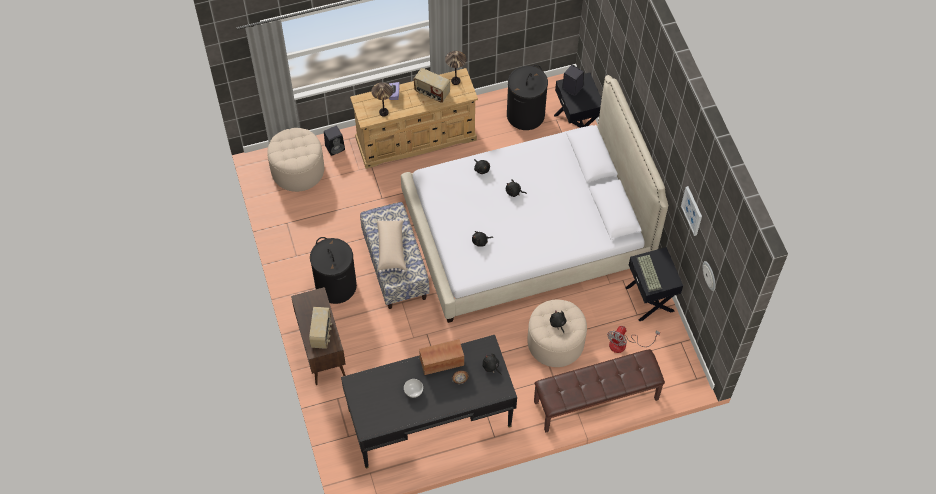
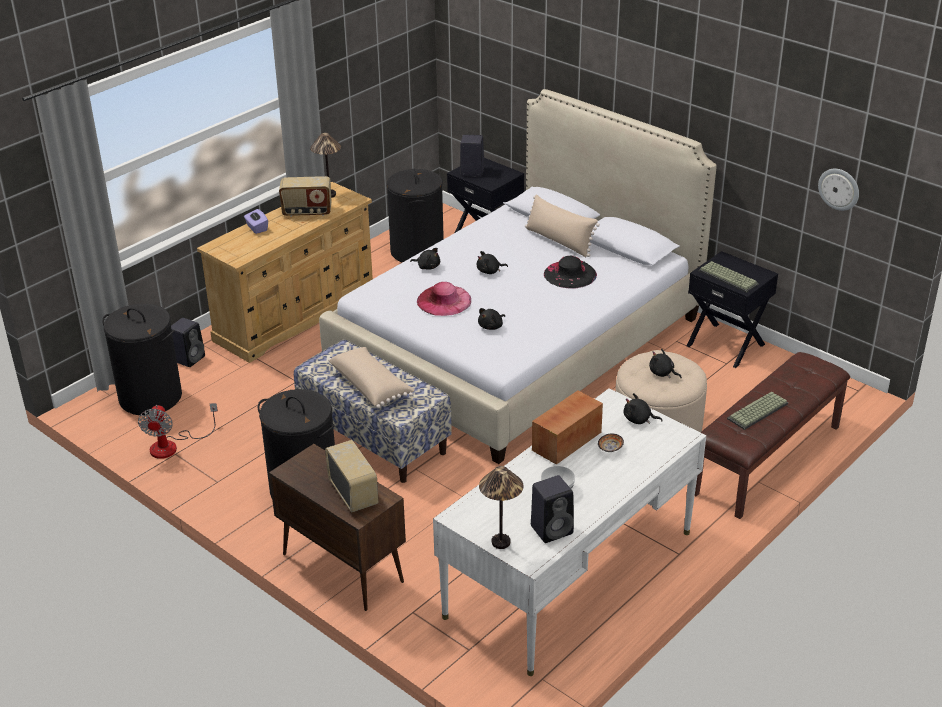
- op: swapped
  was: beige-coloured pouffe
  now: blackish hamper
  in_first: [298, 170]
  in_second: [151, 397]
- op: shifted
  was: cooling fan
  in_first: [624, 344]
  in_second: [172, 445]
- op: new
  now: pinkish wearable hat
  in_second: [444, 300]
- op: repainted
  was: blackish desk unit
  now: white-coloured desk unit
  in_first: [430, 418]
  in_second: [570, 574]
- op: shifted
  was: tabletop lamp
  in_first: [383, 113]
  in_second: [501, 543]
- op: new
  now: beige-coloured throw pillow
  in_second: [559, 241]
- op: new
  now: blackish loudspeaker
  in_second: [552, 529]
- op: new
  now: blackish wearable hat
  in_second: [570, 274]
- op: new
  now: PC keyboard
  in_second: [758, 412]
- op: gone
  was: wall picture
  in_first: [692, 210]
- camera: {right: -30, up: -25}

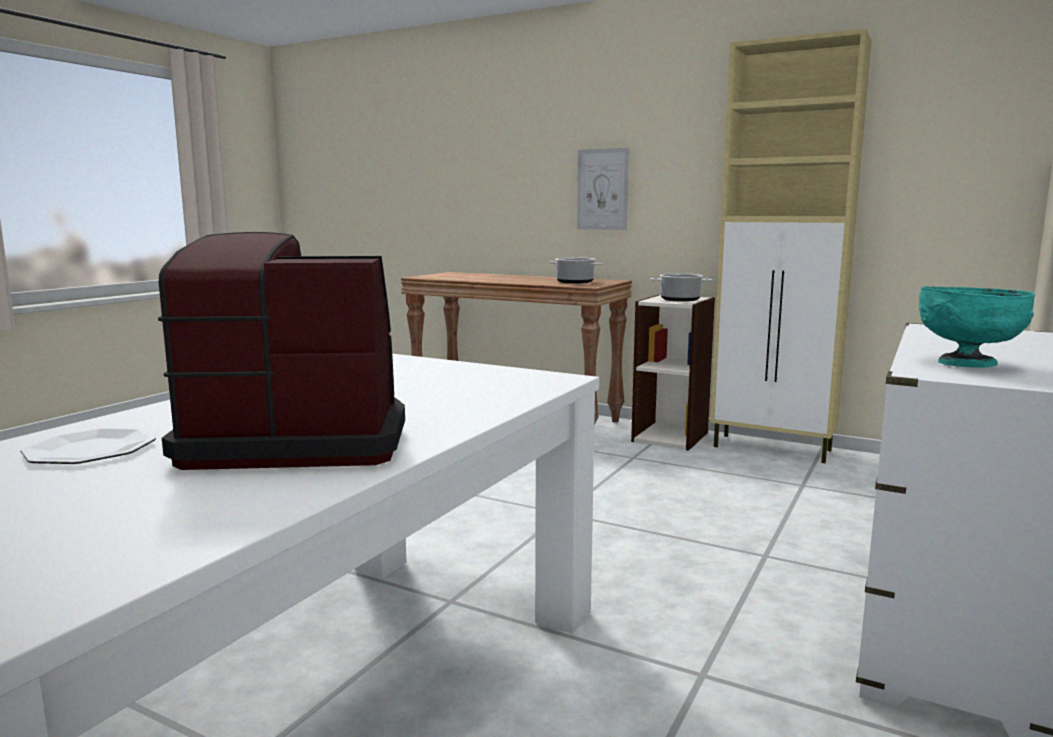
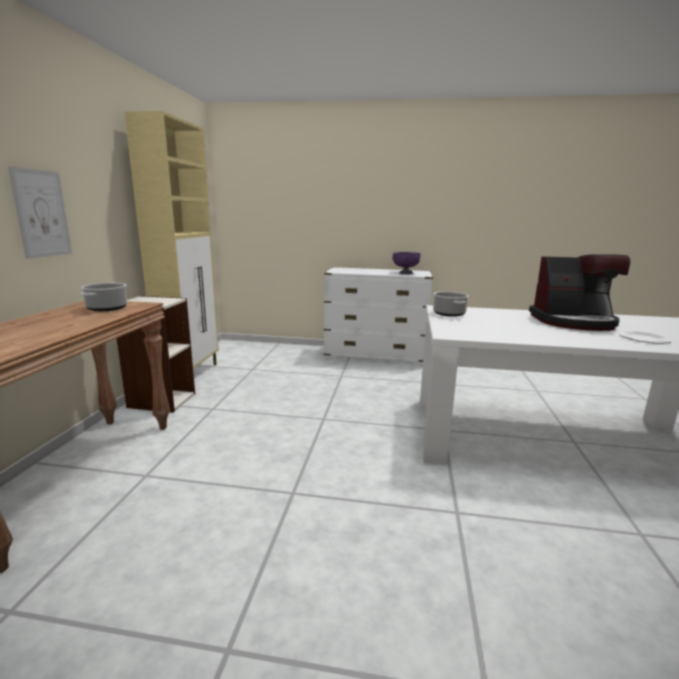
- op: repainted
  was: turquoise-coloured deep dish
  now: purplish deep dish
  in_first: [968, 365]
  in_second: [405, 273]
- op: shifted
  was: saucepot
  in_first: [680, 300]
  in_second: [448, 313]
- op: rotated
  was: coffee machine
  in_first: [296, 440]
  in_second: [573, 322]
  clockwise: -60
- camera: {right: -110, up: 5}

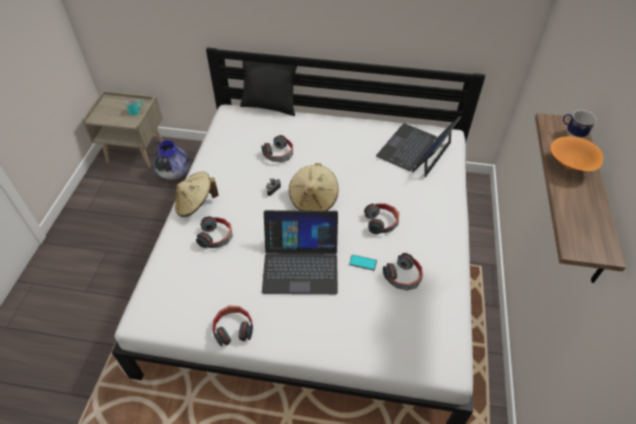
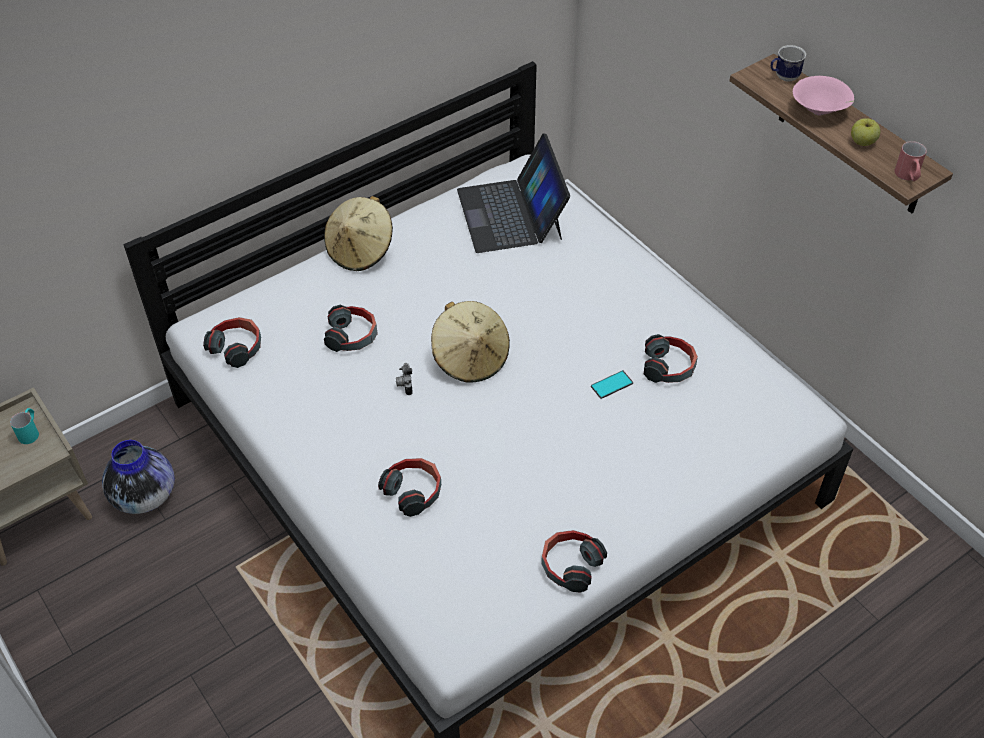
- op: shifted
  was: pair of headphones
  in_first: [382, 222]
  in_second: [237, 347]
- op: shifted
  was: beige-coloured wearable hat
  in_first: [195, 204]
  in_second: [360, 250]
- op: repainted
  was: orangey deep dish
  now: pinkish deep dish
  in_first: [570, 167]
  in_second: [820, 112]
- op: new
  now: apple fruit
  in_second: [862, 142]
- op: new
  now: reddish mug
  in_second: [908, 177]
- op: gone
  was: blackish throw pillow
  in_first: [269, 106]
- op: gone
  was: notebook computer
  in_first: [300, 264]
- camera: {right: -45, up: 0}

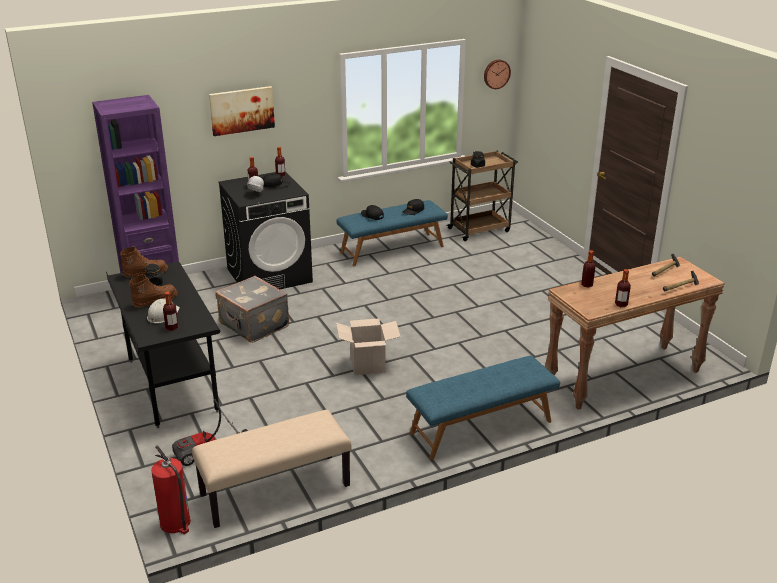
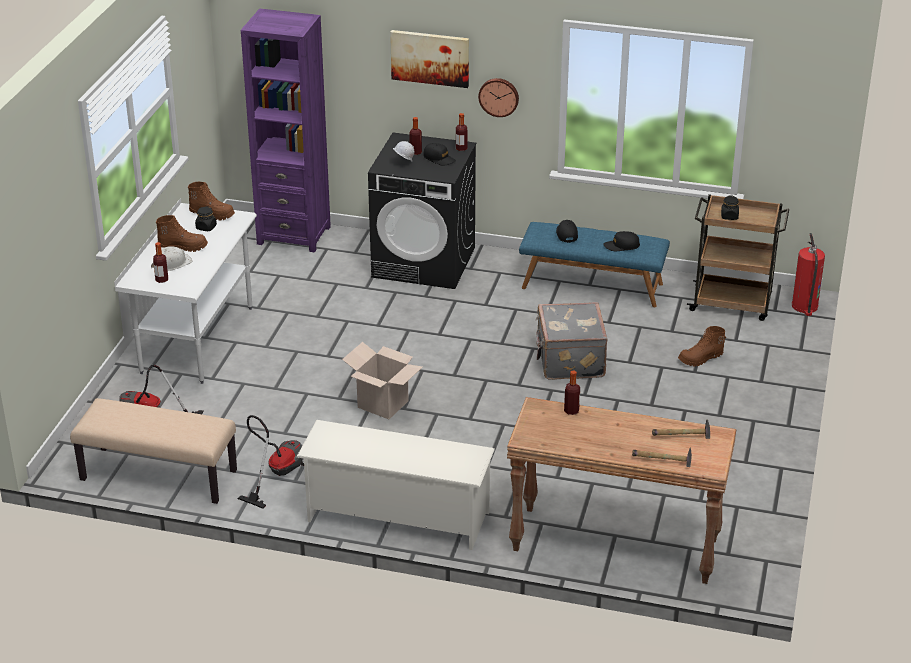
- op: repainted
  was: blackish desk unit
  now: white-coloured desk unit
  in_first: [172, 386]
  in_second: [196, 340]
- op: new
  now: vacuum cleaner
  in_second: [277, 473]
- op: swapped
  was: blue-coloured long seat
  now: white-coloured shoe stand
  in_first: [481, 427]
  in_second: [397, 517]
- op: shifted
  was: hanging clock
  in_first: [496, 74]
  in_second: [499, 96]
- op: shifted
  was: gray suitcase
  in_first: [253, 326]
  in_second: [569, 360]
- op: new
  now: brown-coloured boot
  in_second: [701, 359]
- op: shifted
  was: fire-fighting cylinder
  in_first: [175, 523]
  in_second: [804, 306]
- op: gone
  was: bottle
  in_first: [621, 304]
- camera: {right: 40, up: 5}

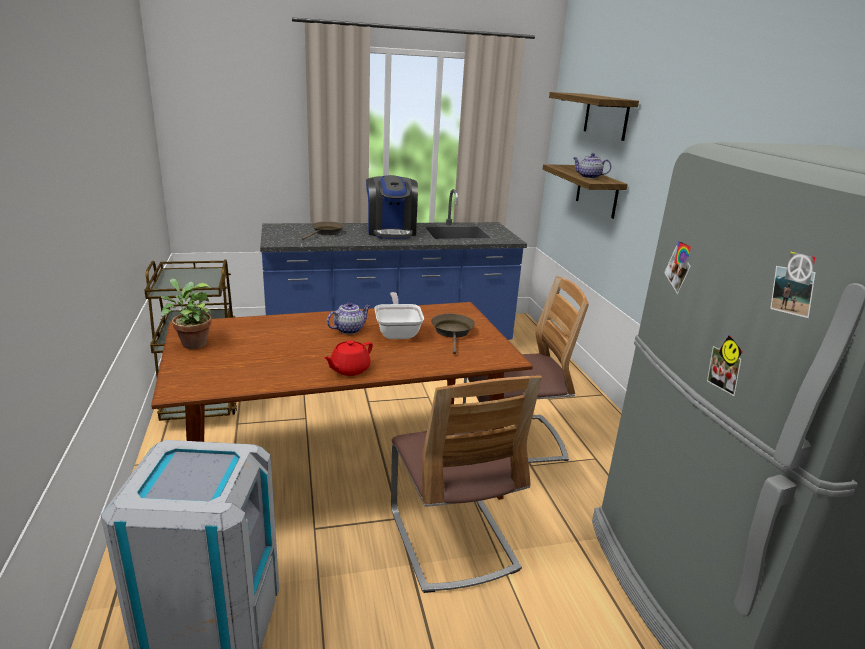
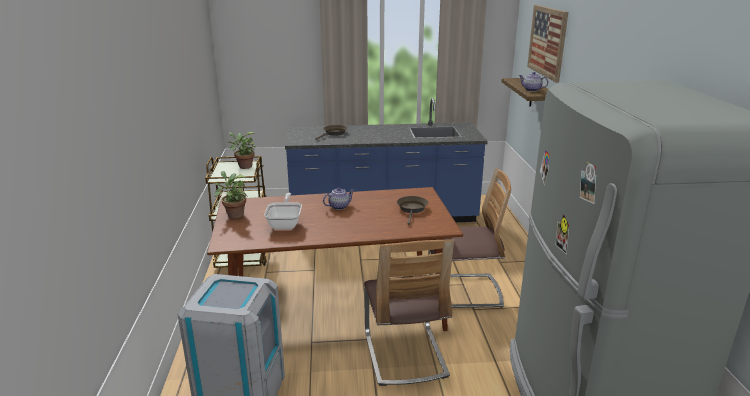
- op: new
  now: potted plant
  in_second: [243, 166]
- op: shifted
  was: pan
  in_first: [398, 332]
  in_second: [285, 223]
- op: swapped
  was: bracket shelf
  now: wall picture
  in_first: [606, 116]
  in_second: [547, 41]
- op: gone
  was: reddish tea pot
  in_first: [349, 369]
- op: gone
  was: coffee machine
  in_first: [391, 232]
- camera: {right: 10, up: 0}

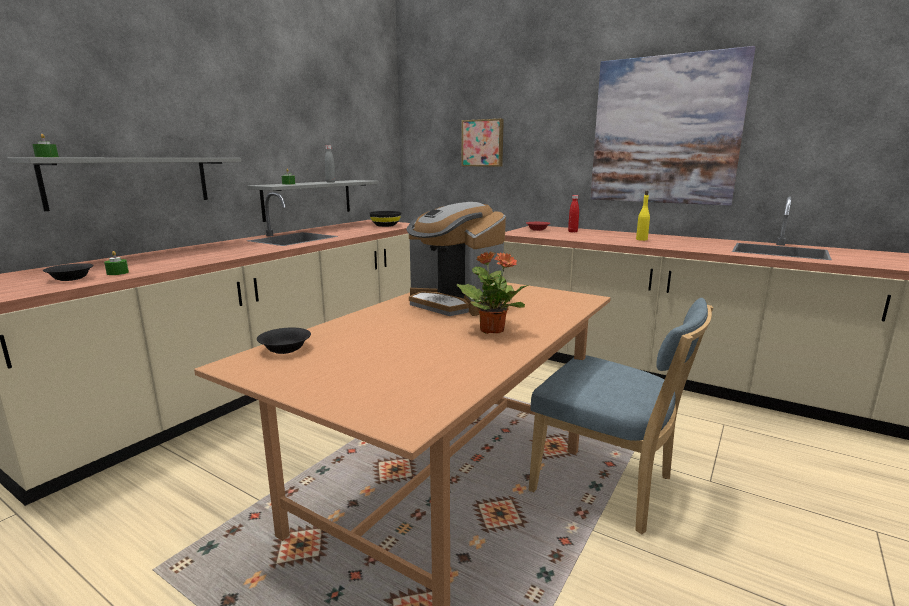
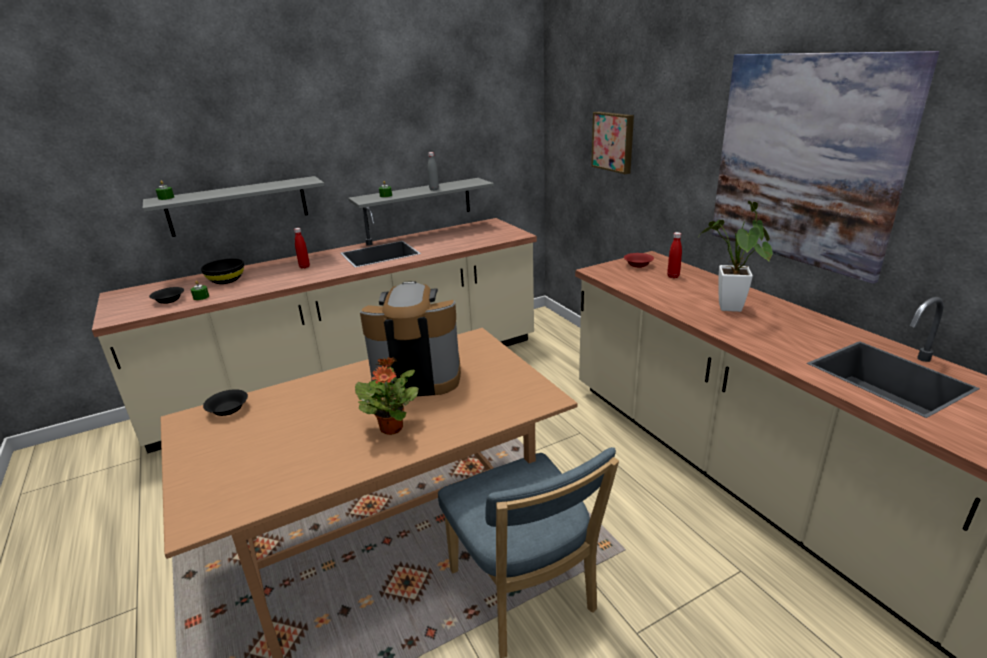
- op: shifted
  was: blackish deep dish
  in_first: [385, 225]
  in_second: [226, 280]
- op: new
  now: reddish bottle
  in_second: [304, 267]
- op: rotated
  was: coffee machine
  in_first: [454, 303]
  in_second: [416, 377]
  clockwise: 105
- op: swapped
  was: yellowish bottle
  now: potted plant
  in_first: [641, 239]
  in_second: [730, 310]
- camera: {right: 30, up: 10}

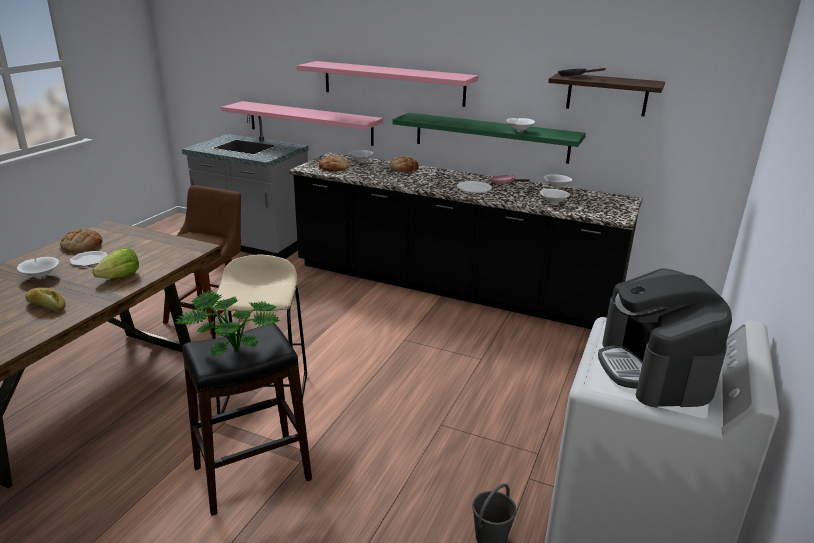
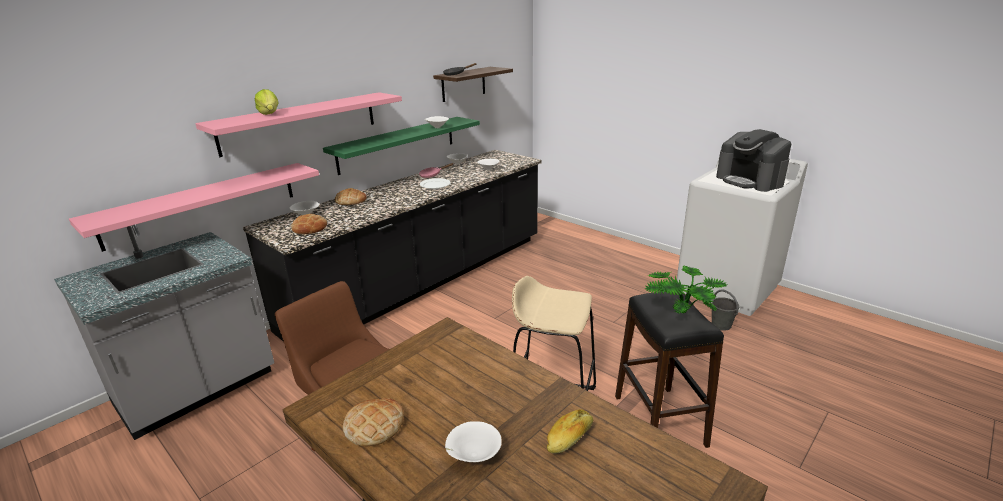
- op: shifted
  was: head of lettuce
  in_first: [120, 277]
  in_second: [269, 114]
- op: rotated
  was: coffee machine
  in_first: [654, 370]
  in_second: [750, 181]
  clockwise: 45
- op: gone
  was: plate
  in_first: [90, 260]
- camera: {right: -70, up: 0}

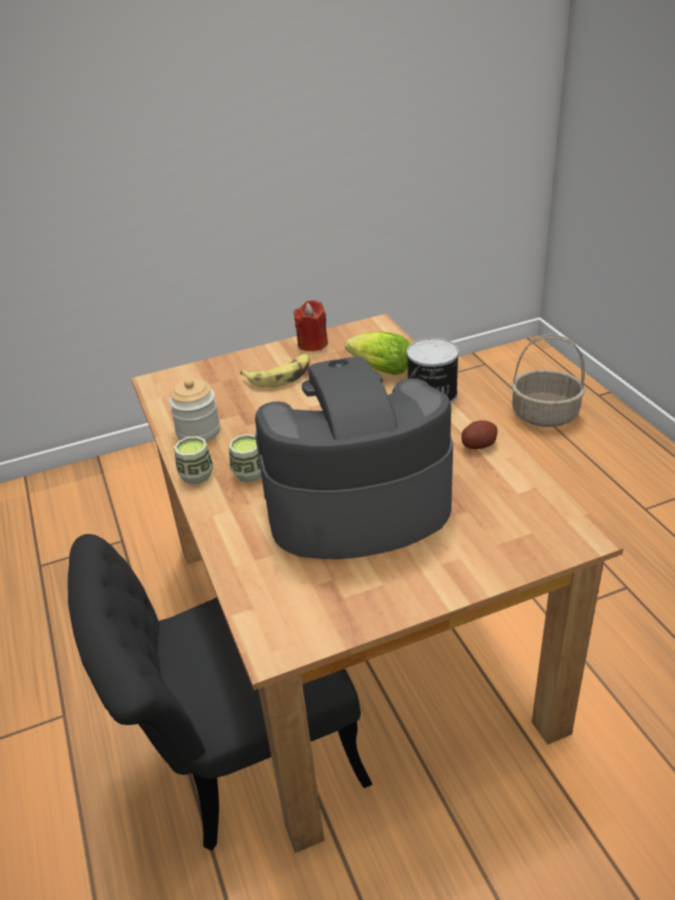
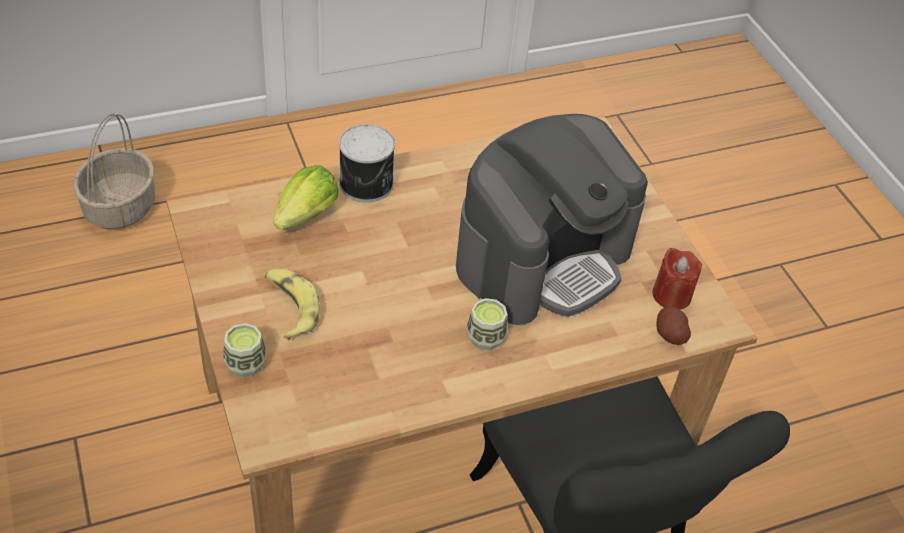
- op: shifted
  was: drinking cup
  in_first: [196, 475]
  in_second: [245, 364]
- op: rotated
  was: coffee machine
  in_first: [356, 505]
  in_second: [543, 258]
  clockwise: -120
- op: shifted
  was: reddish candle
  in_first: [312, 344]
  in_second: [671, 295]
- op: shifted
  was: potato
  in_first: [478, 445]
  in_second: [670, 334]
- op: gone
  was: jar
  in_first: [198, 431]
- camera: {right: -95, up: 10}

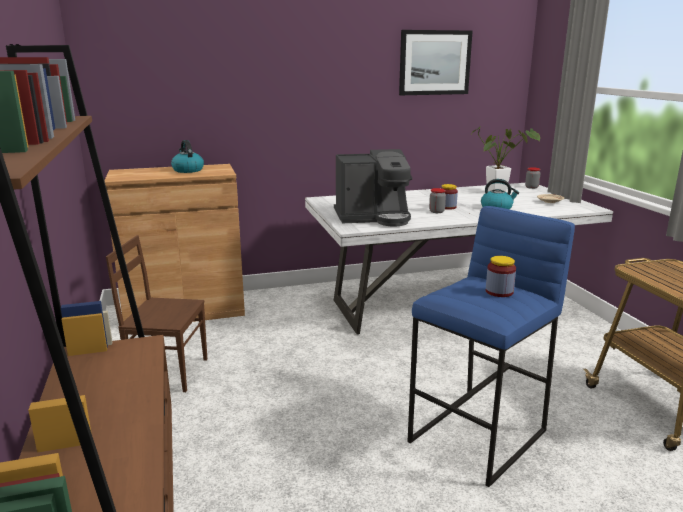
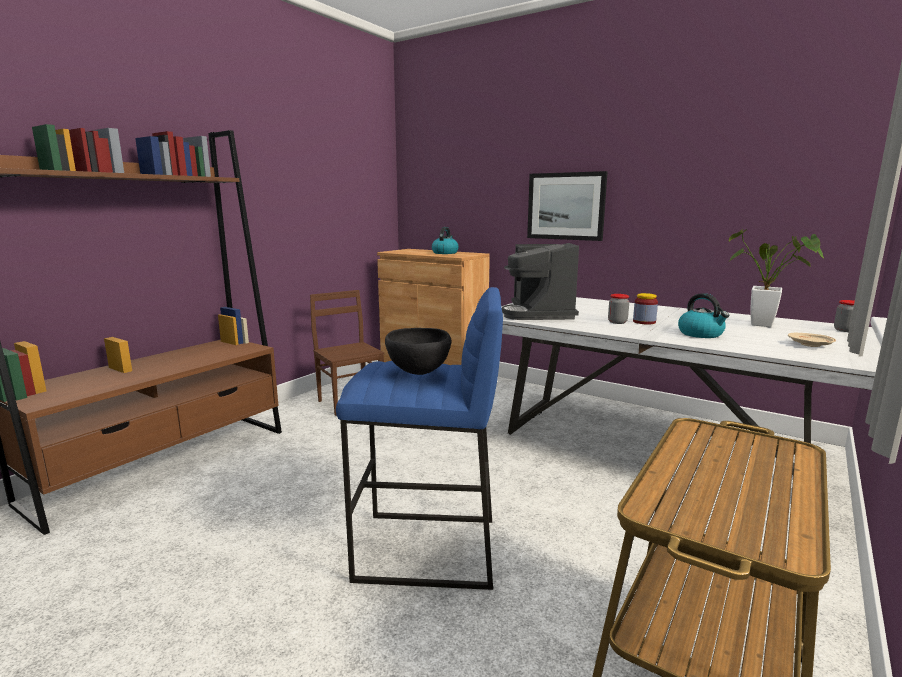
- op: swapped
  was: jar
  now: blackish deep dish
  in_first: [499, 292]
  in_second: [418, 373]
- op: rotated
  was: coffee machine
  in_first: [373, 217]
  in_second: [539, 313]
  clockwise: 45
- op: shifted
  was: wall picture
  in_first: [434, 62]
  in_second: [566, 206]
- camera: {right: 50, up: -5}

